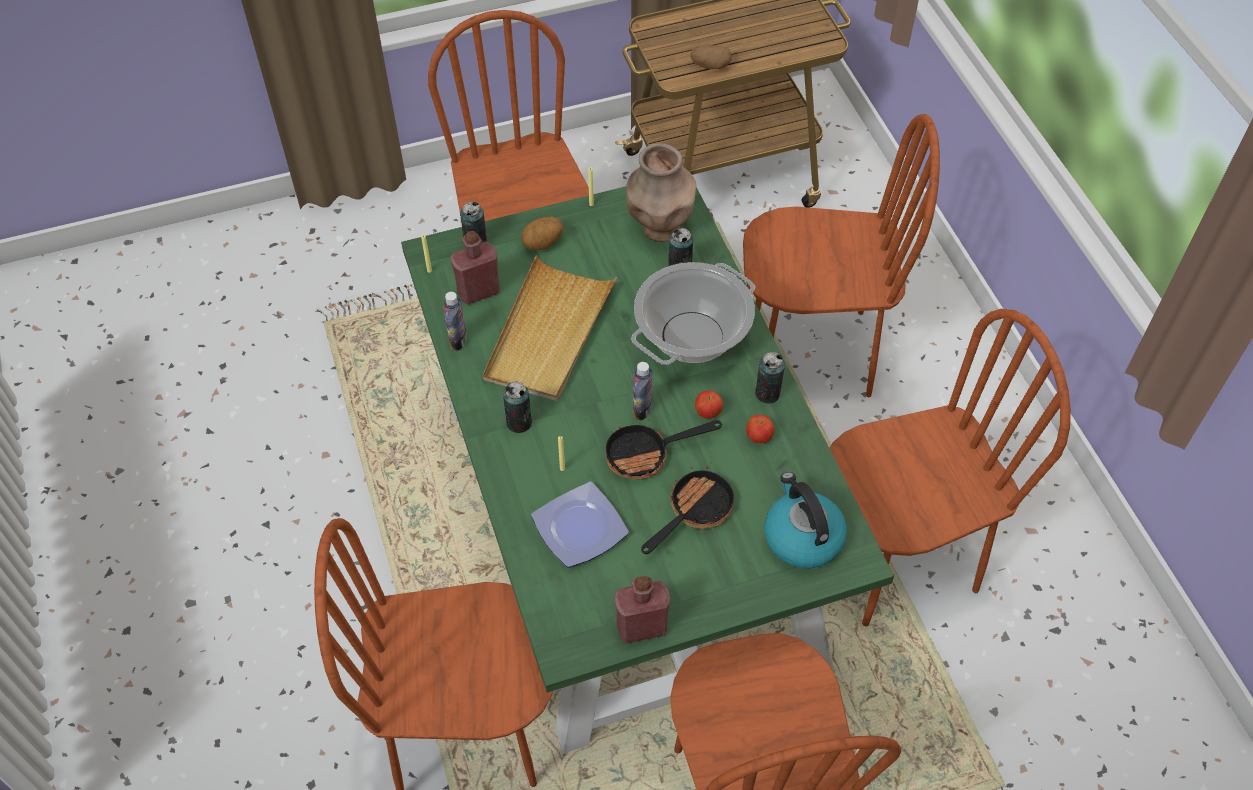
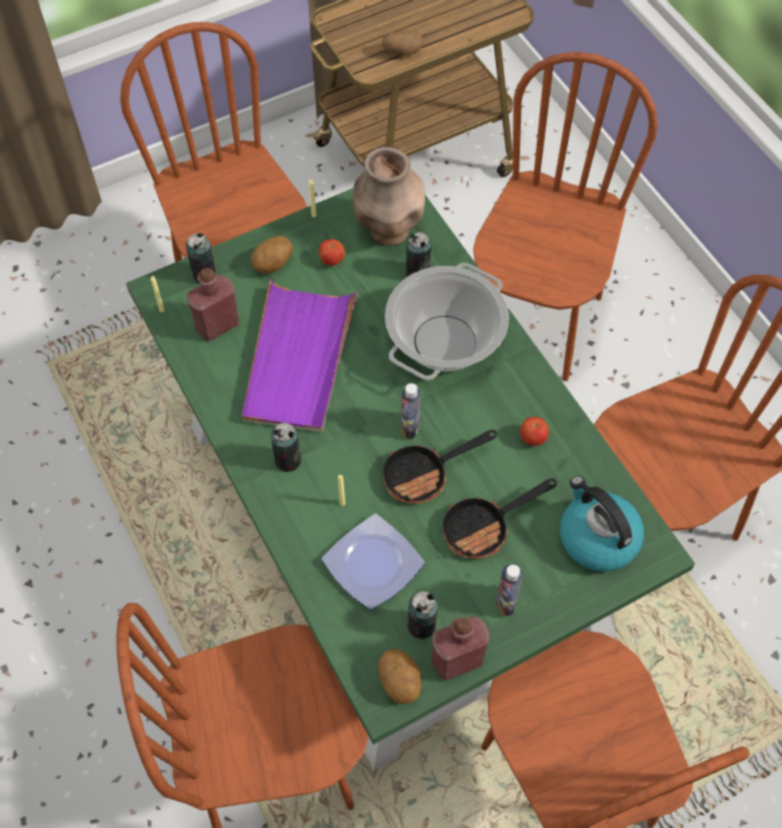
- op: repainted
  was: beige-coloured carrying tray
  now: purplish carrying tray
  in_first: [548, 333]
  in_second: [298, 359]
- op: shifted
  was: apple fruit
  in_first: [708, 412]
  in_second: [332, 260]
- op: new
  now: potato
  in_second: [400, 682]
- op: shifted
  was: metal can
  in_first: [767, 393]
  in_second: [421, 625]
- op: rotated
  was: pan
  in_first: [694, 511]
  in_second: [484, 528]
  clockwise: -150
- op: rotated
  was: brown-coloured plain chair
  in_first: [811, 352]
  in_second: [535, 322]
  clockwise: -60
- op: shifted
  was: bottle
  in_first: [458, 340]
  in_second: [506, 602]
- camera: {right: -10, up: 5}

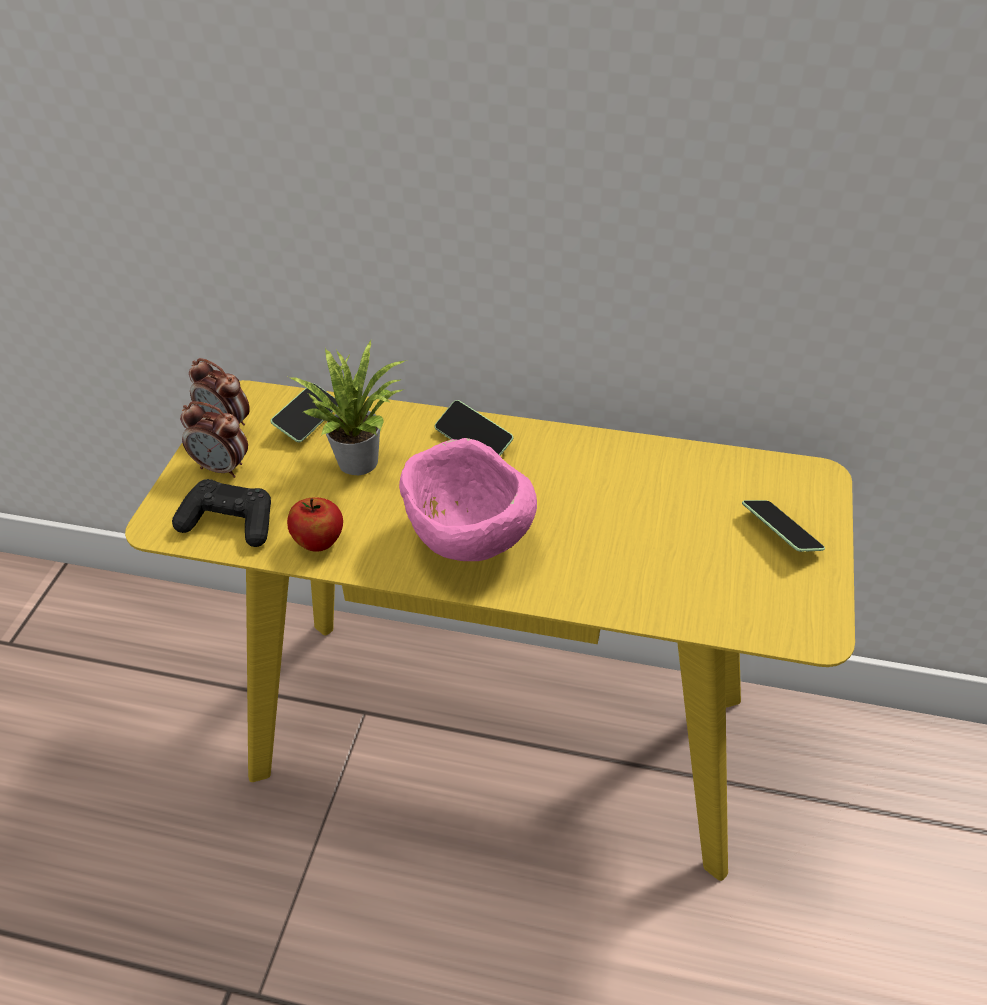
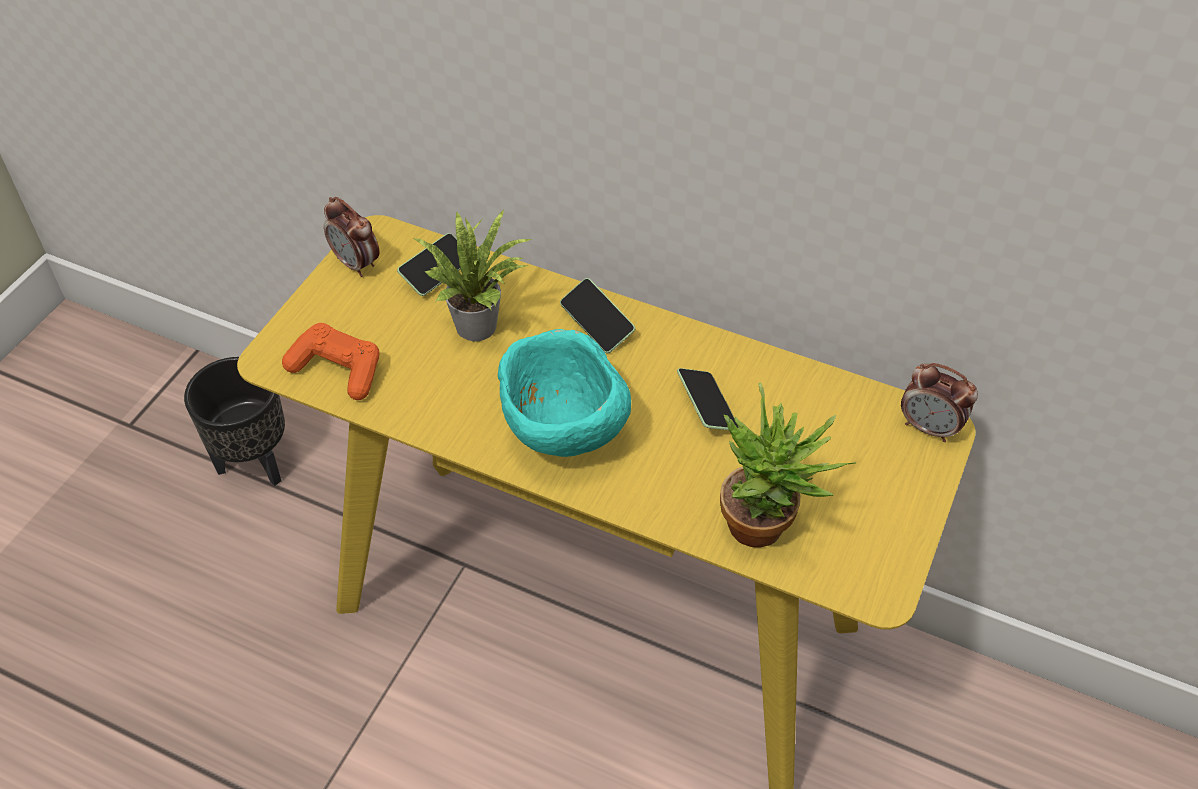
- op: new
  now: blackish plant pot
  in_second: [256, 462]
- op: repainted
  was: blackish game controller
  now: orangey game controller
  in_first: [230, 523]
  in_second: [337, 369]
- op: repainted
  was: pinkish deep dish
  now: turquoise-coloured deep dish
  in_first: [468, 542]
  in_second: [562, 432]
- op: shifted
  was: phone
  in_first: [780, 534]
  in_second: [706, 407]
- op: new
  now: potted plant
  in_second: [767, 529]
- op: shifted
  was: alarm clock
  in_first: [223, 468]
  in_second: [929, 428]
- op: gone
  was: apple fruit
  in_first: [319, 542]
- camera: {right: 10, up: 5}

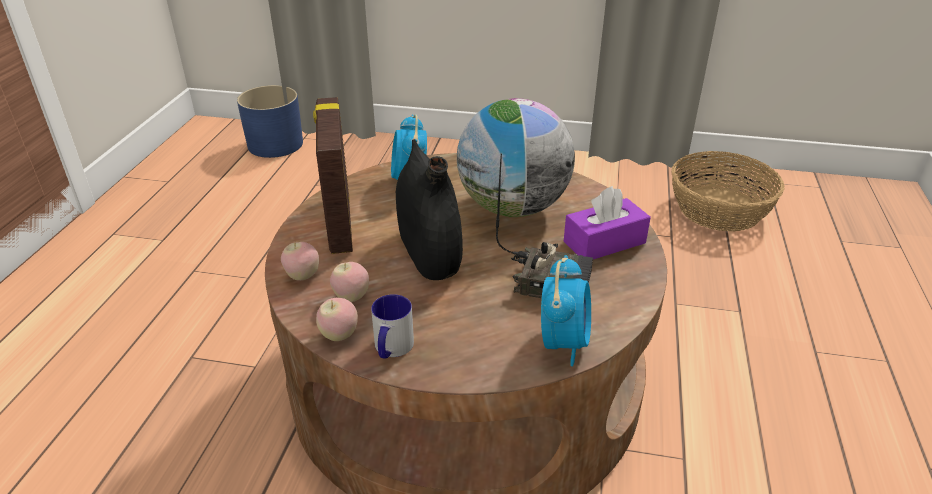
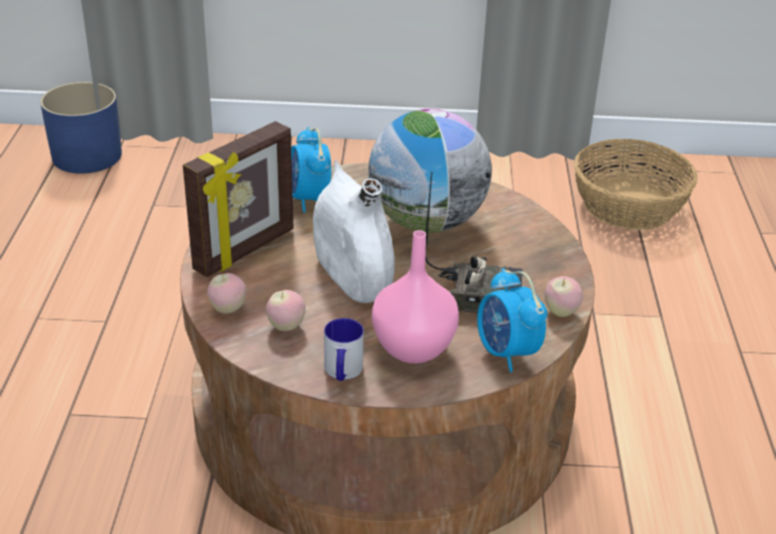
- op: rotated
  was: picture frame
  in_first: [338, 223]
  in_second: [246, 251]
  clockwise: -120
- op: repainted
  was: blackish flower vase
  now: white-coloured flower vase
  in_first: [429, 253]
  in_second: [352, 276]
- op: new
  now: pinkish flower vase
  in_second: [412, 349]
- op: rotated
  was: alarm clock
  in_first: [563, 342]
  in_second: [506, 352]
  clockwise: 150
- op: shifted
  was: apple fruit
  in_first: [339, 335]
  in_second: [560, 312]
- op: gone
  was: purplish tissue box
  in_first: [604, 242]
- camera: {right: -10, up: 0}

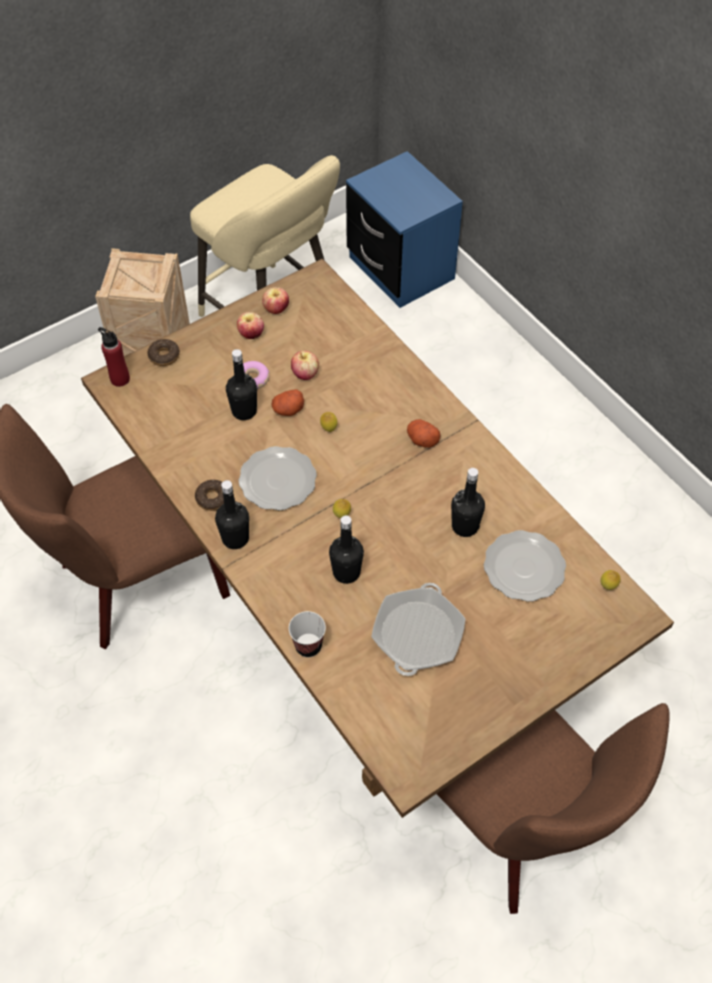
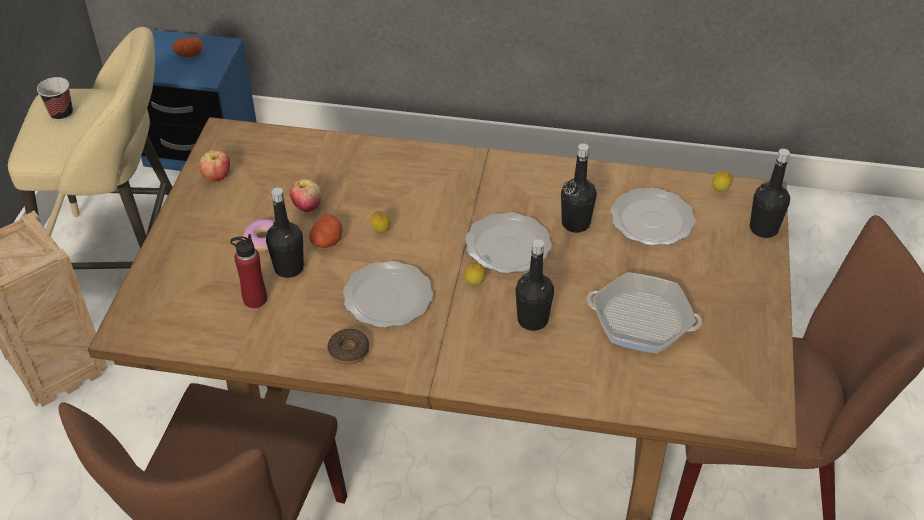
- op: shifted
  was: drinking cup
  in_first: [308, 646]
  in_second: [61, 114]
- op: shifted
  was: potato
  in_first: [422, 439]
  in_second: [188, 54]
- op: shifted
  was: reddish bottle
  in_first: [120, 379]
  in_second: [255, 299]
- op: new
  now: plate
  in_second: [509, 245]
- op: rotated
  was: pan
  in_first: [417, 634]
  in_second: [641, 320]
  clockwise: -45
- op: shifted
  was: blackish bottle
  in_first: [235, 538]
  in_second: [763, 229]
- op: gone
  was: donut
  in_first: [164, 356]
- op: gone
  was: apple fruit
  in_first: [251, 334]
- camera: {right: -45, up: -10}

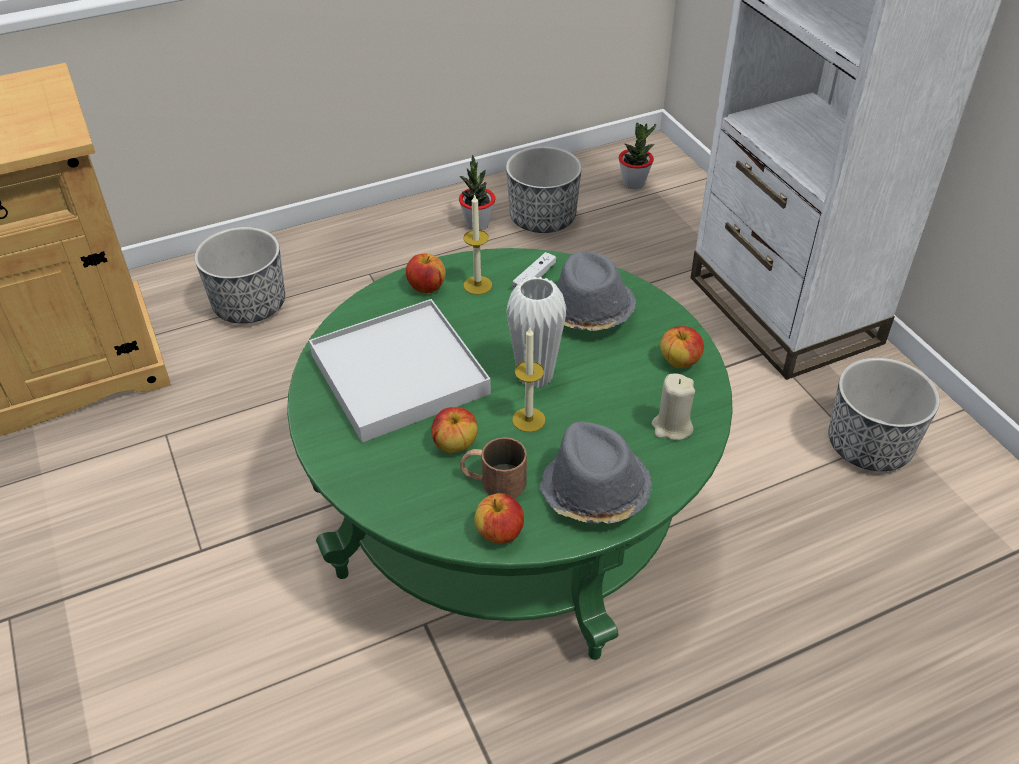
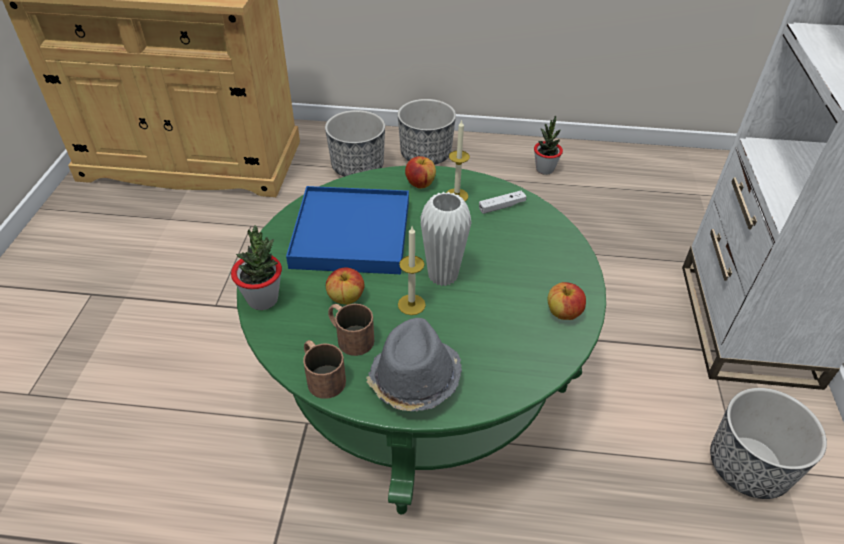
- op: shifted
  was: potted plant
  in_first: [633, 183]
  in_second: [263, 299]
- op: repainted
  was: white-coloured carrying tray
  now: blue-coloured carrying tray
  in_first: [399, 374]
  in_second: [352, 234]
- op: swapped
  was: apple fruit
  now: brown-coloured mug
  in_first: [499, 533]
  in_second: [321, 375]
- op: shifted
  was: plant pot
  in_first: [543, 218]
  in_second: [426, 154]
- op: gone
  was: gray wearable hat
  in_first: [588, 312]
- op: gone
  was: beige-coloured candle
  in_first: [671, 427]
- camera: {right: 30, up: 0}

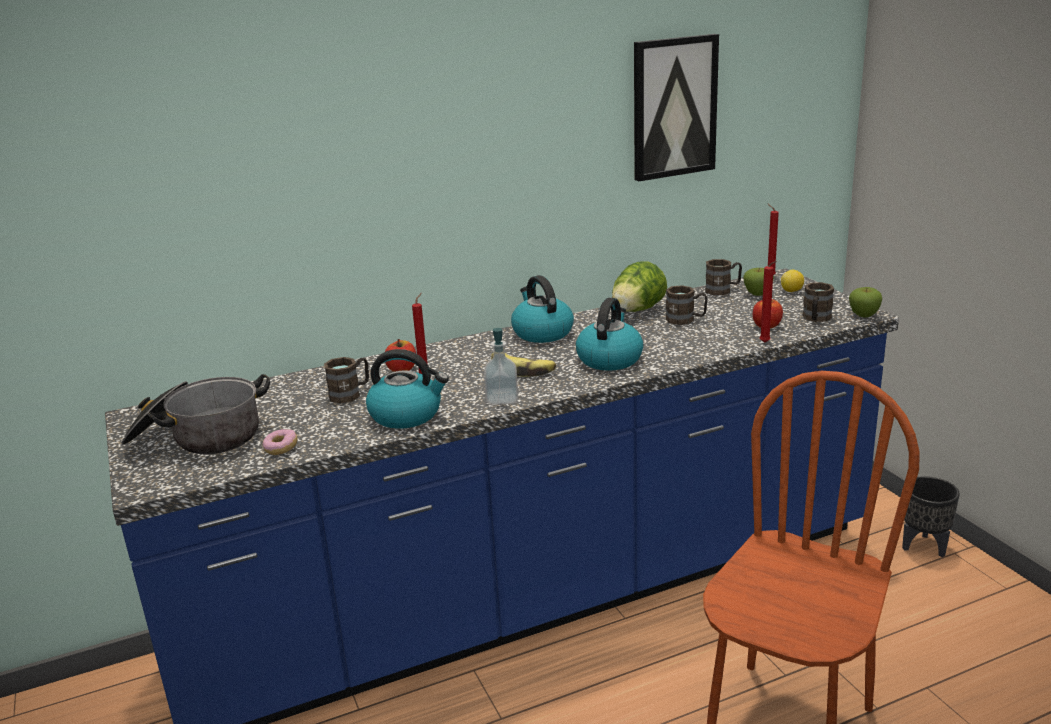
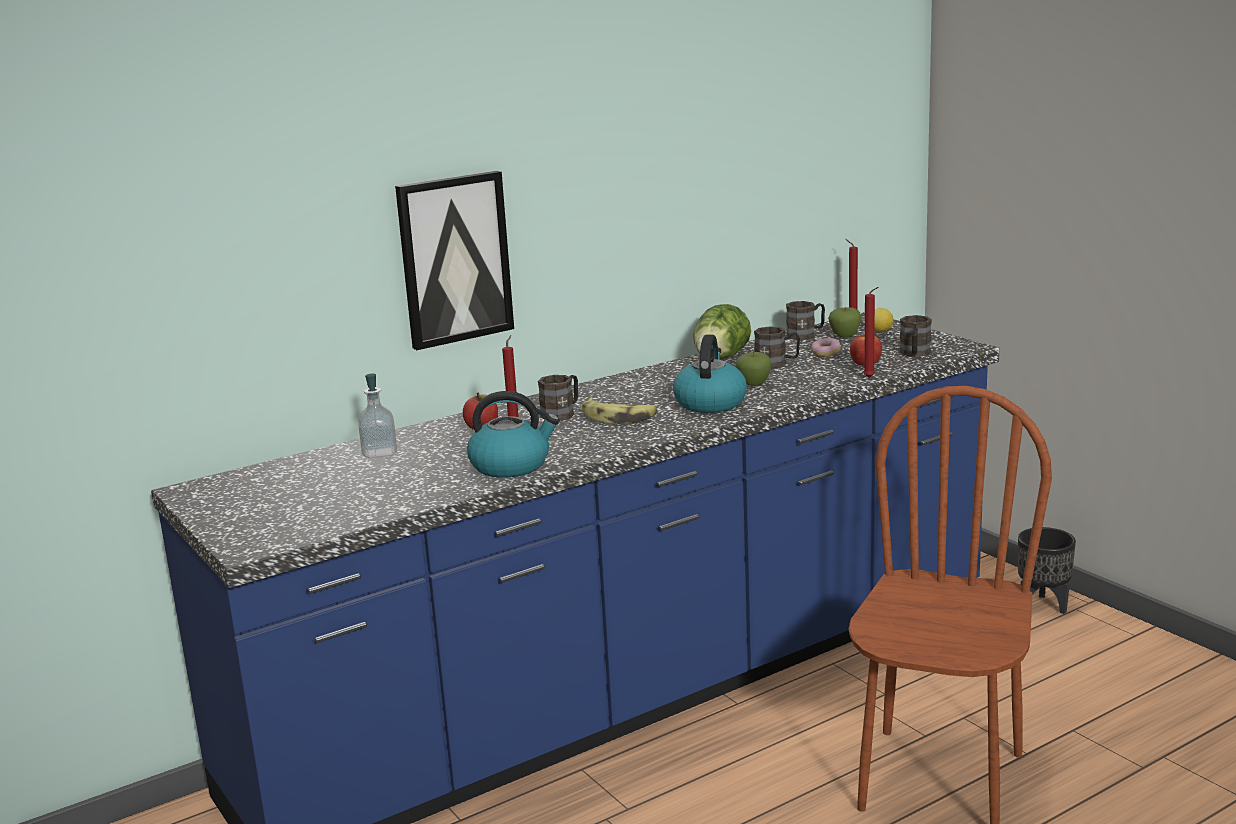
- op: shifted
  was: soap bottle
  in_first: [502, 399]
  in_second: [379, 452]
- op: shifted
  was: wall picture
  in_first: [673, 107]
  in_second: [454, 259]
- op: shifted
  was: brown-coloured mug
  in_first: [350, 393]
  in_second: [562, 413]
- op: shifted
  was: apple fruit
  in_first: [863, 315]
  in_second: [754, 384]
- op: shifted
  was: donut
  in_first: [281, 448]
  in_second: [825, 354]
- op: gone
  was: saucepot
  in_first: [198, 438]
- op: gone
  was: water kettle
  in_first: [541, 333]
- camera: {right: -10, up: -5}

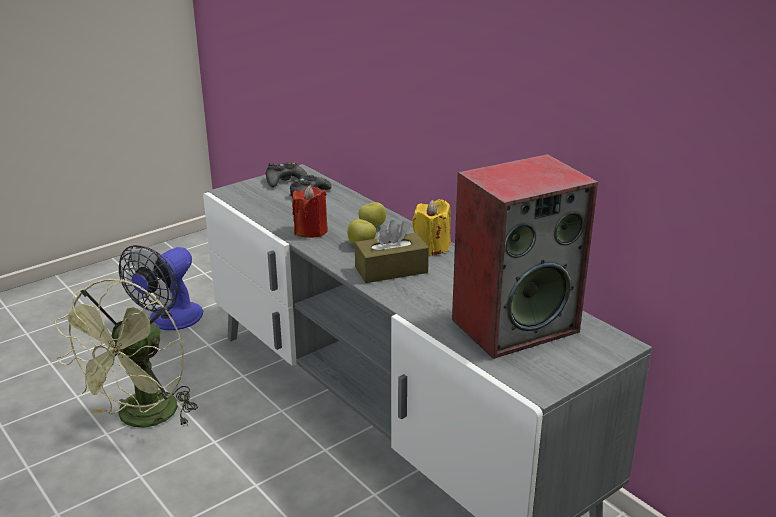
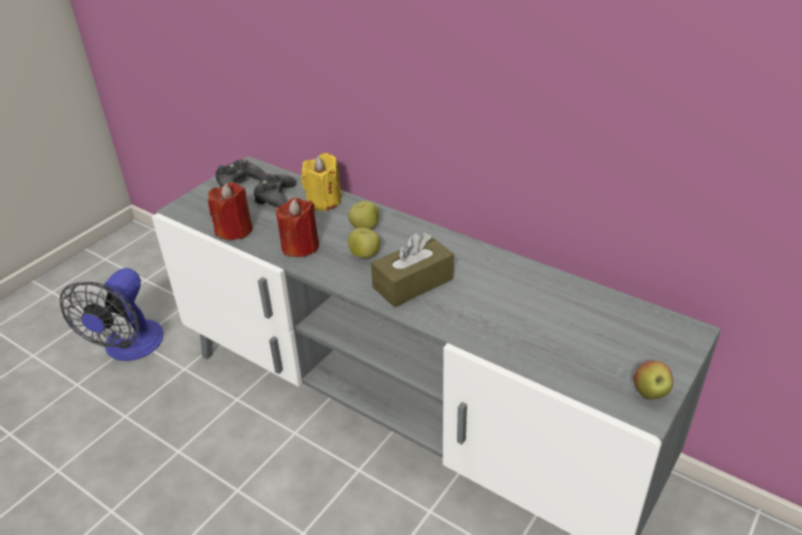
- op: new
  now: reddish candle
  in_second: [234, 230]
- op: shifted
  was: yellowish candle
  in_first: [431, 247]
  in_second: [324, 201]
- op: new
  now: apple fruit
  in_second: [650, 393]
- op: gone
  was: green cooling fan
  in_first: [142, 419]
- op: gone
  was: loudspeaker
  in_first: [515, 324]
- camera: {right: -15, up: 10}

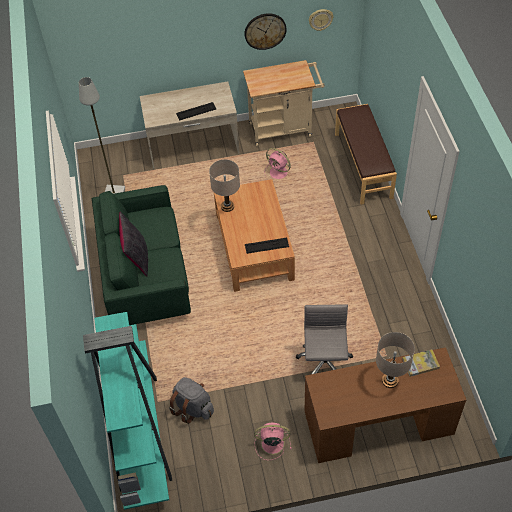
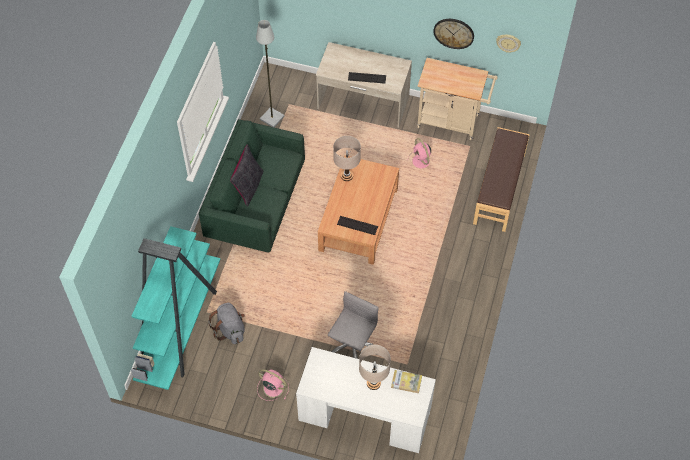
- op: repainted
  was: brown-coloured desk unit
  now: white-coloured desk unit
  in_first: [377, 422]
  in_second: [364, 413]
- camera: {right: 25, up: 5}

